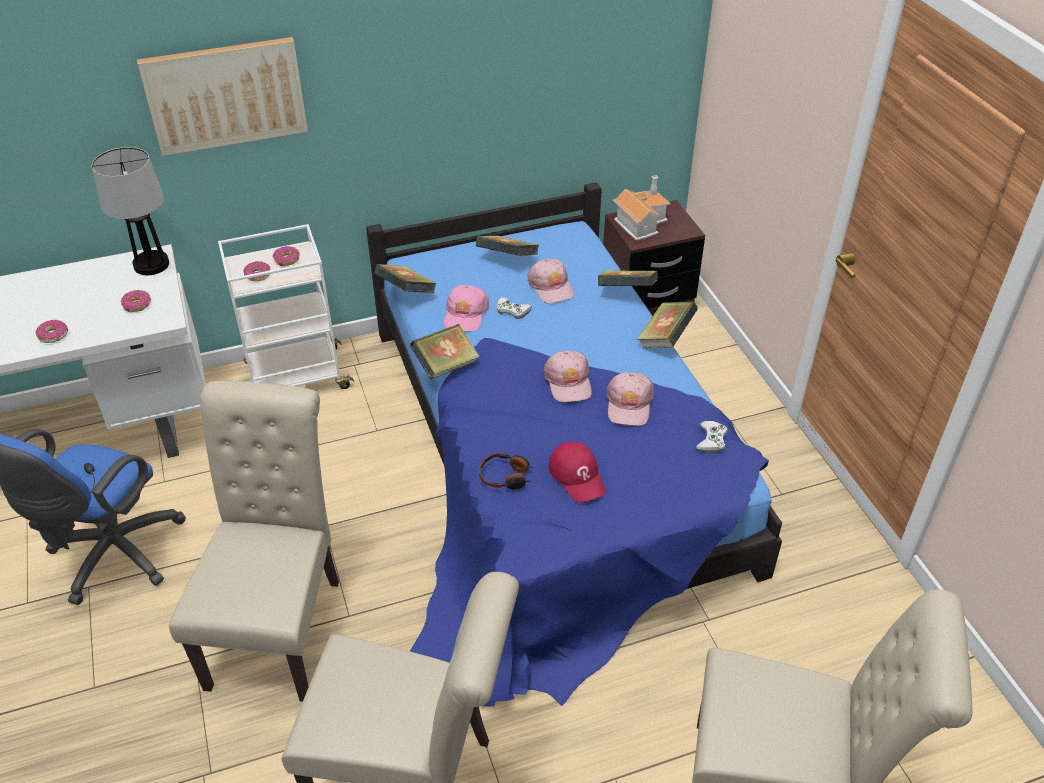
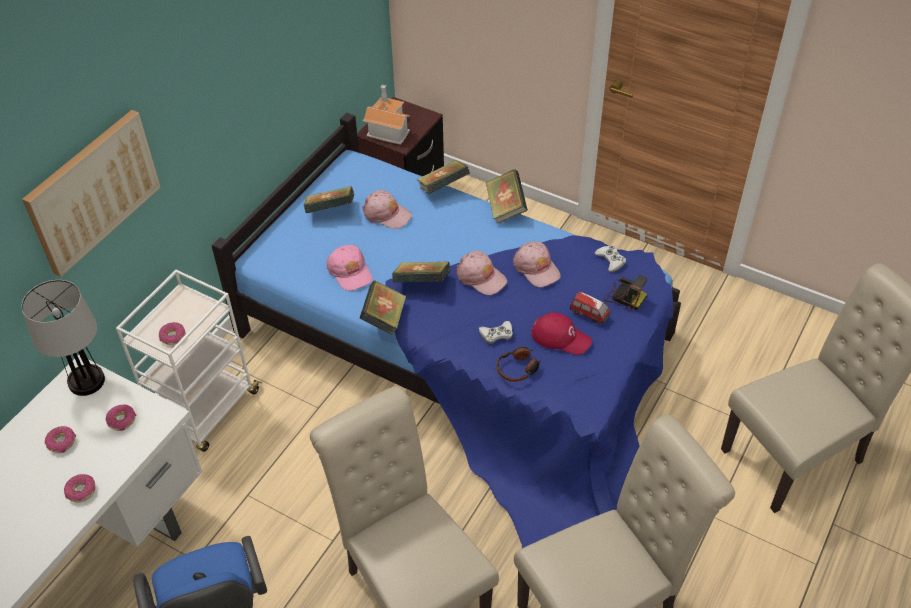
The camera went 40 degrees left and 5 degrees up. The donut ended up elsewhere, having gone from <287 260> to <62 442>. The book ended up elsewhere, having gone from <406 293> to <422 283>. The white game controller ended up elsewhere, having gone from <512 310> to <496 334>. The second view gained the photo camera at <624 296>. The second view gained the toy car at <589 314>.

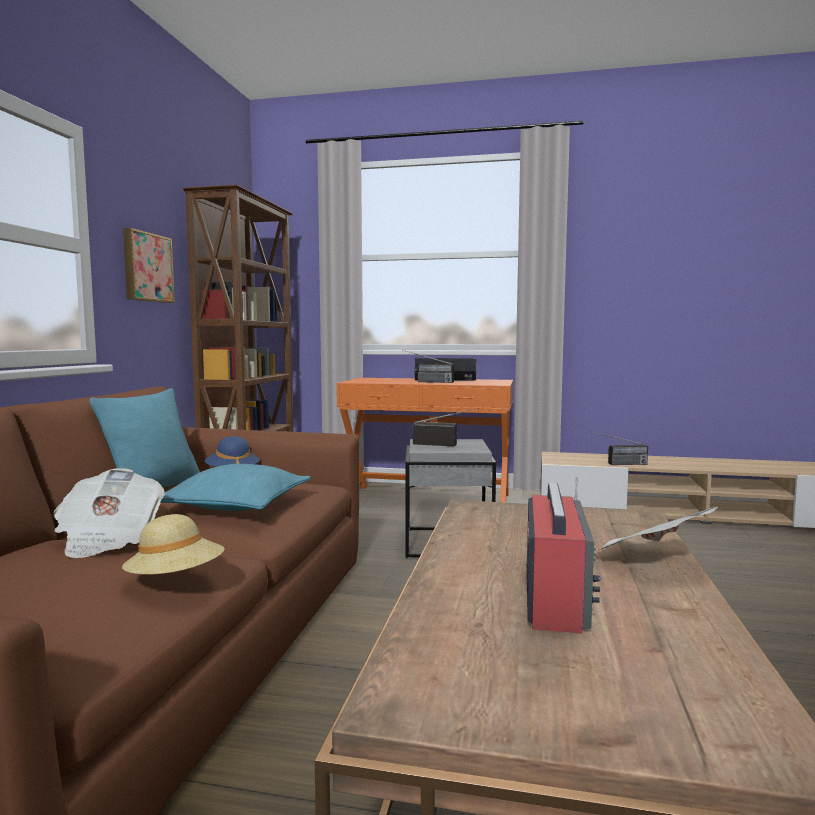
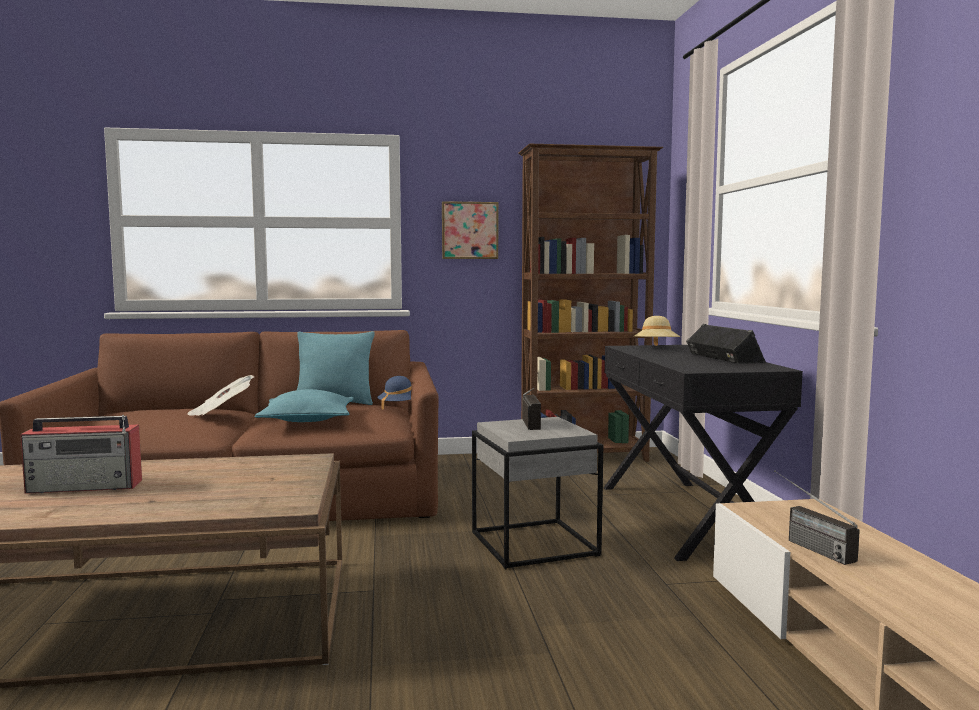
The camera went 70 degrees right and 0 degrees up. The second view lost the radio at <426 382>. What was the orange console table at <427 500> turned into the black console table at <686 516>. The second view lost the newspaper at <648 561>. The beige hat ended up elsewhere, having gone from <176 580> to <656 348>.

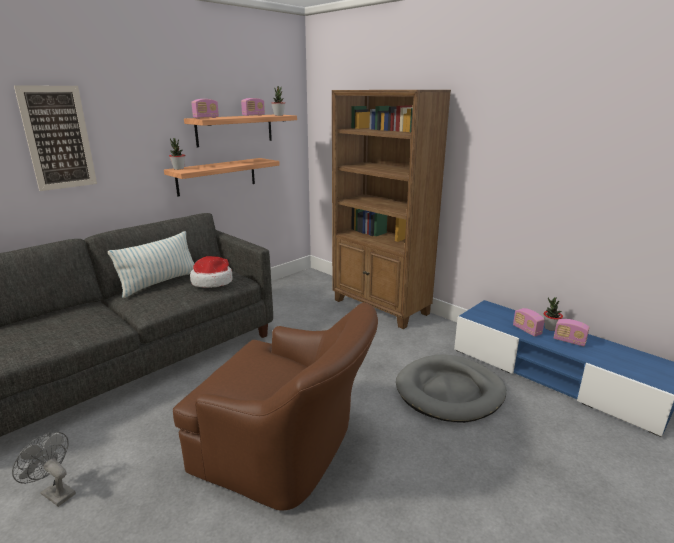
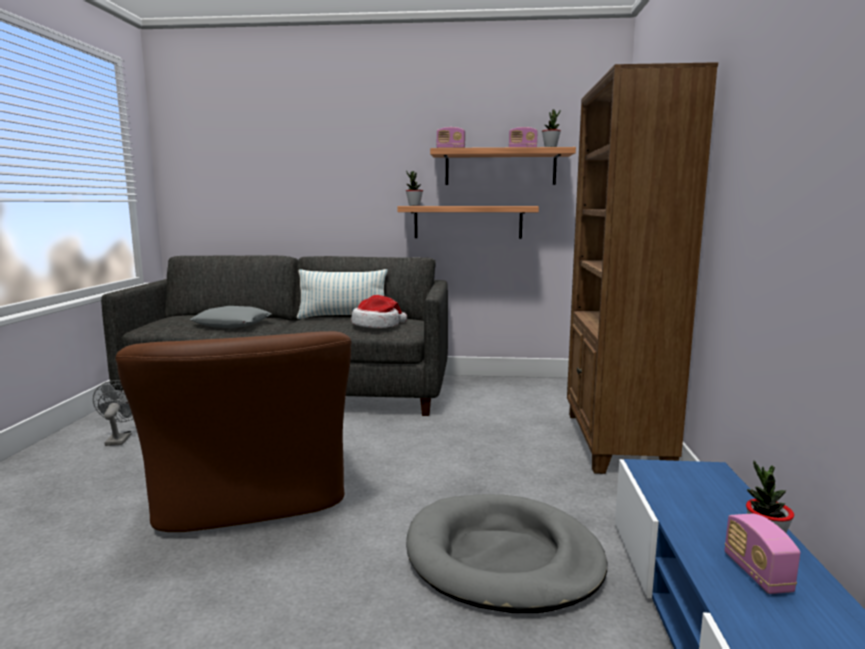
The camera went 50 degrees right and 10 degrees down. The second view lost the picture at <58 138>. The second view lost the radio at <526 330>. The second view gained the grey pillow at <232 324>.

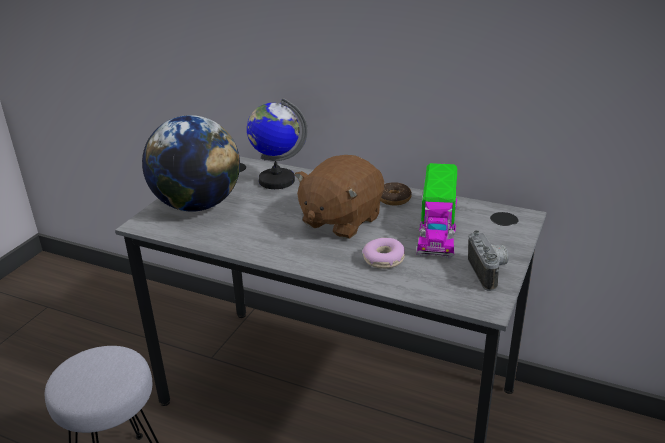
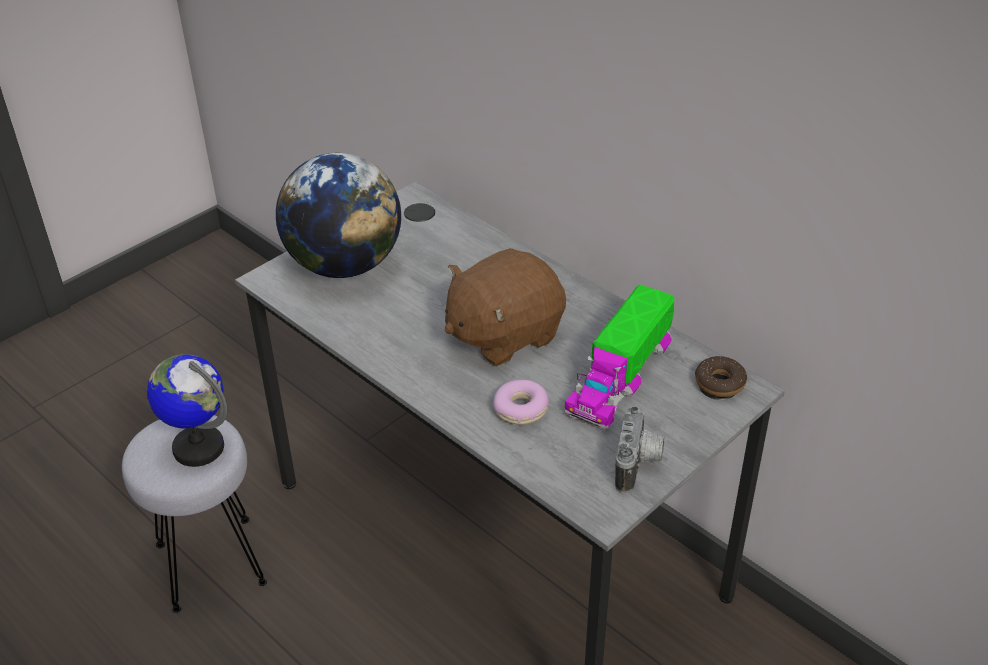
The camera went 20 degrees right and 10 degrees up. The globe ended up elsewhere, having gone from <276 180> to <198 447>. The donut ended up elsewhere, having gone from <394 199> to <719 383>.

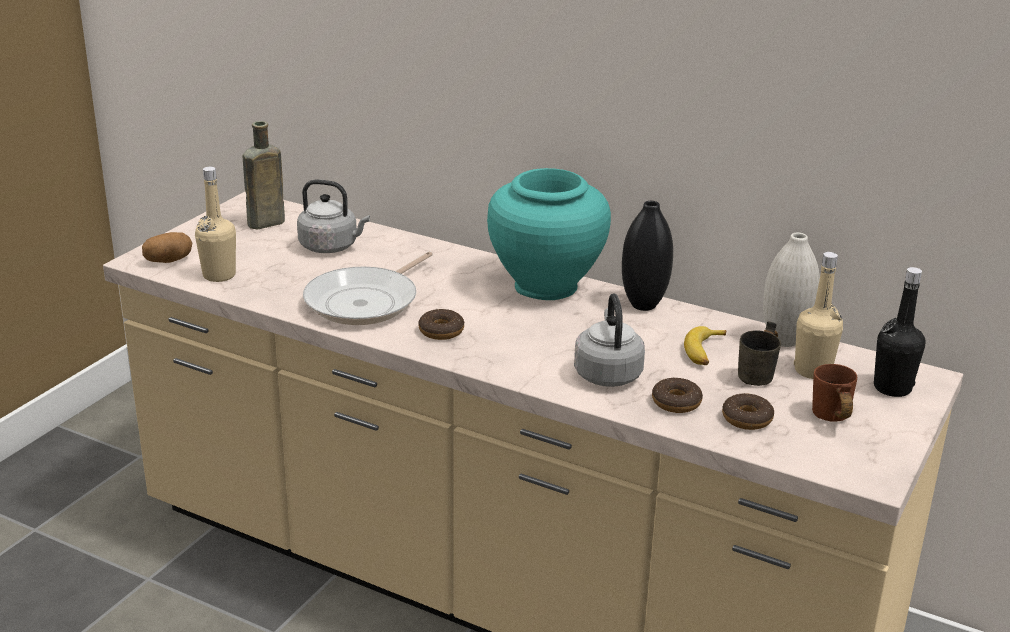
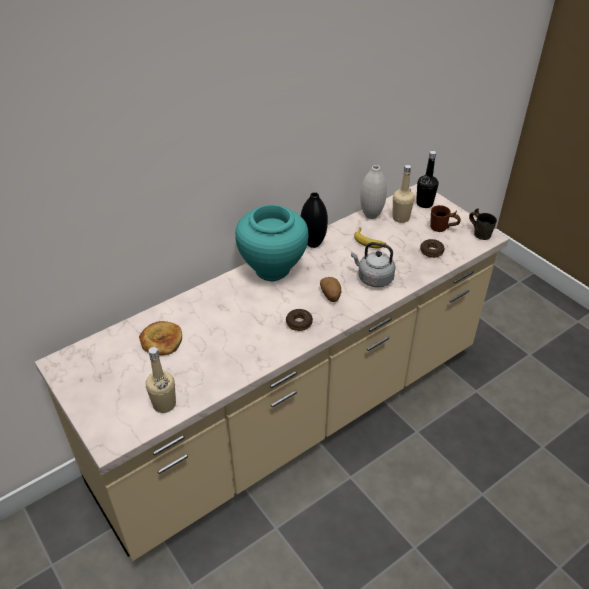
The camera went 65 degrees left and 15 degrees up. The second view lost the brown bottle at <263 223>. Where the grey kettle stood at <331 247>, the bread came to stand at <161 340>. The potato ended up elsewhere, having gone from <169 260> to <331 295>. The second view lost the frying pan at <366 302>. The grey mug ended up elsewhere, having gone from <762 376> to <480 233>. The second view lost the donut at <676 402>.

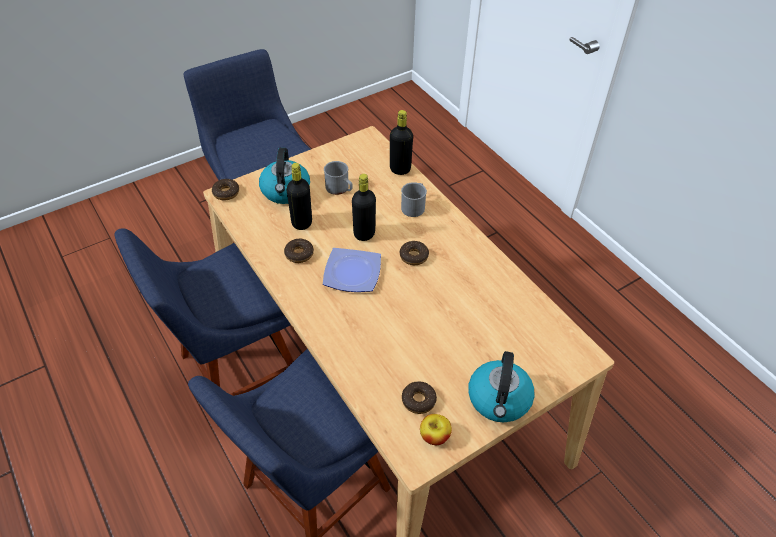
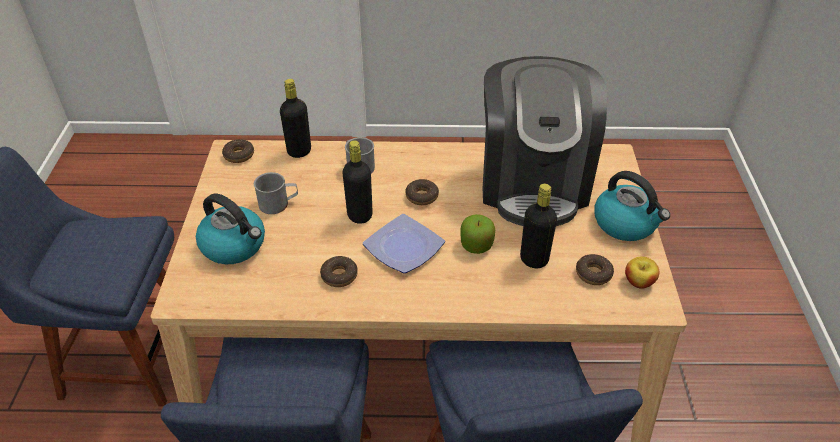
The camera went 55 degrees left and 5 degrees down. The black bottle ended up elsewhere, having gone from <302 223> to <534 259>. The donut ended up elsewhere, having gone from <226 193> to <239 155>. The second view gained the coffee machine at <533 183>. The second view gained the apple at <476 245>.

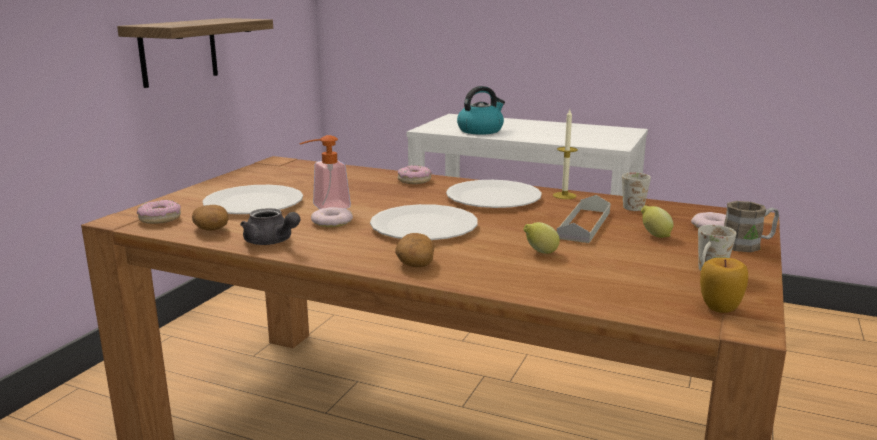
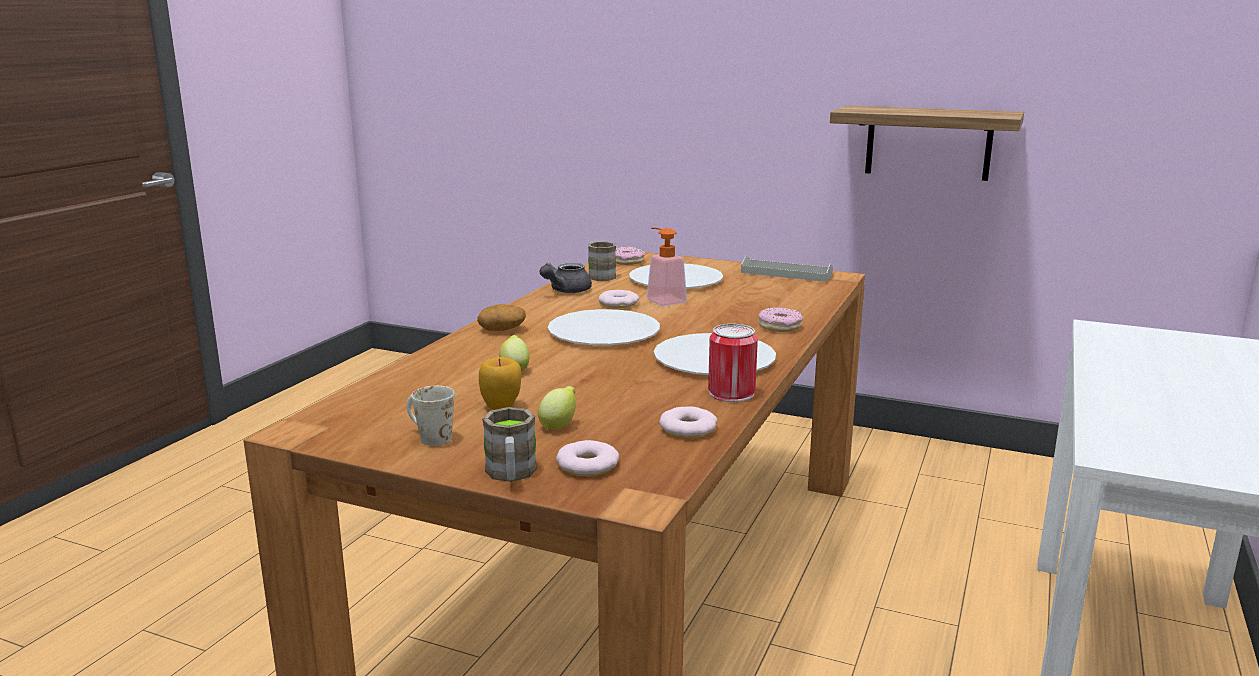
The camera went 90 degrees right and 0 degrees up. The second view lost the kettle at <480 130>. Where the candle stood at <564 195>, the can came to stand at <731 393>. Where the white mug stood at <633 206>, the donut came to stand at <688 428>. The grey tray ended up elsewhere, having gone from <584 225> to <786 274>. Where the potato stood at <212 229>, the brown mug came to stand at <599 275>. The apple ended up elsewhere, having gone from <720 308> to <501 406>.

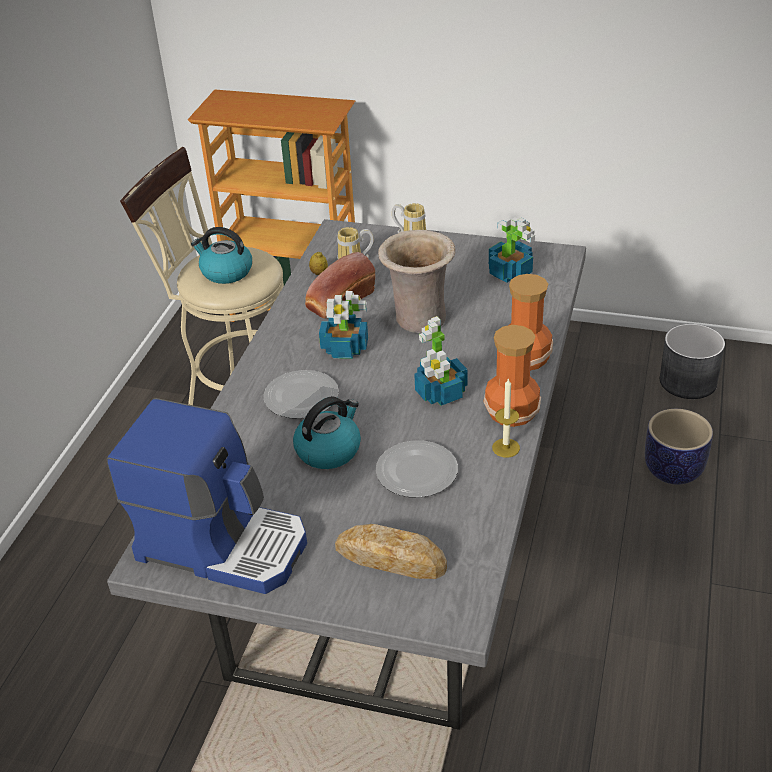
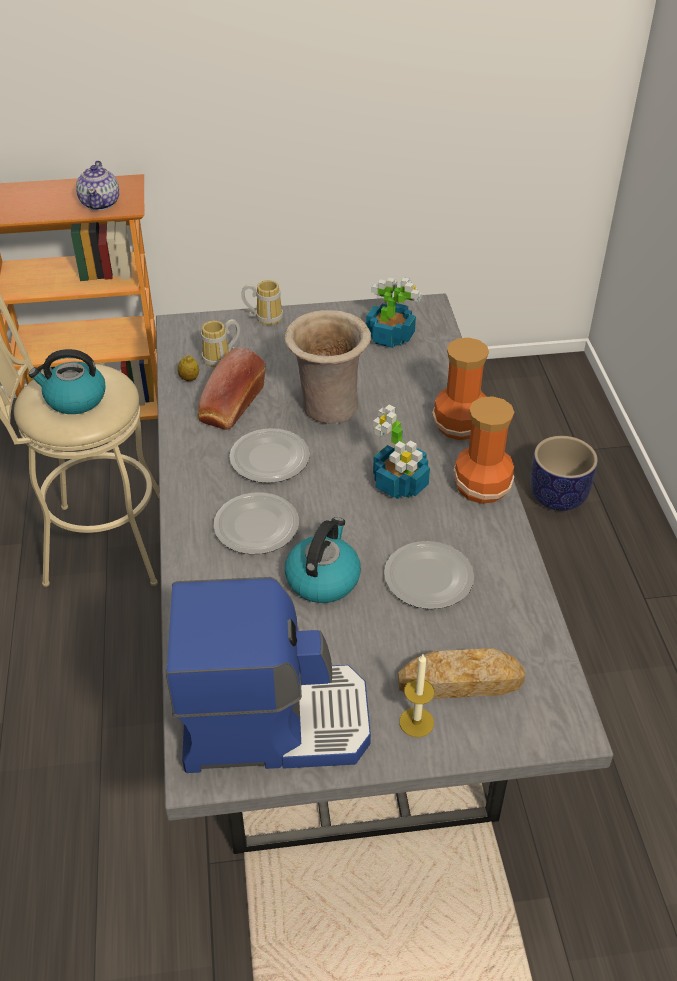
The camera went 25 degrees left and 5 degrees up. Where the potted plant stood at <345 348>, the plate came to stand at <270 458>. The second view lost the grey planter at <688 381>. The candle ended up elsewhere, having gone from <506 448> to <416 722>. The second view gained the teapot at <100 203>.

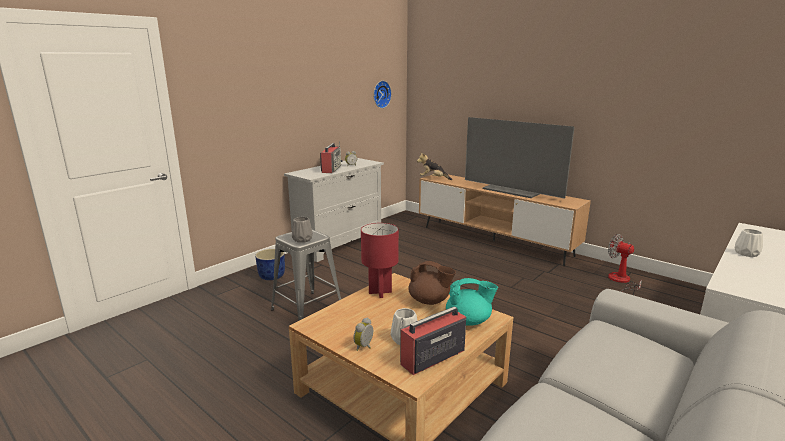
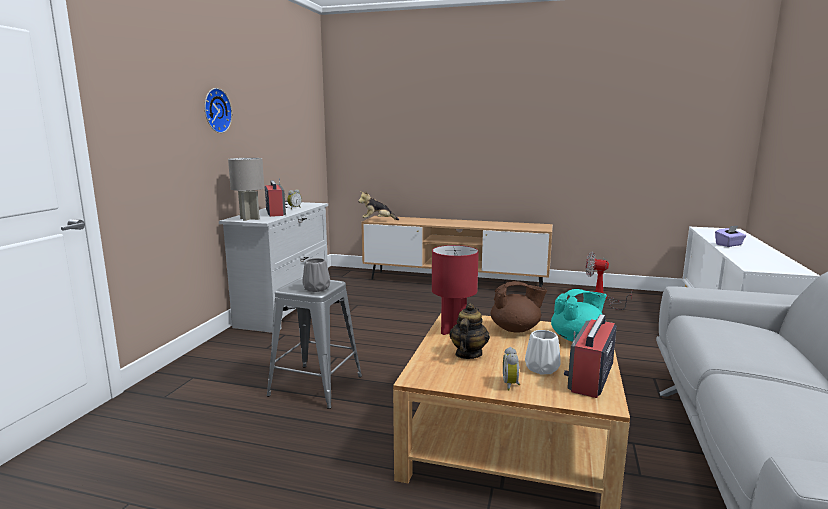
The camera went 25 degrees left and 5 degrees down. The wall clock ended up elsewhere, having gone from <380 94> to <215 110>. The second view lost the television at <512 191>. Where the white vase stood at <746 253>, the purple tissue box came to stand at <729 245>. The second view lost the blue planter at <272 276>. The second view gained the grey table lamp at <249 219>. The second view gained the teapot at <468 354>.

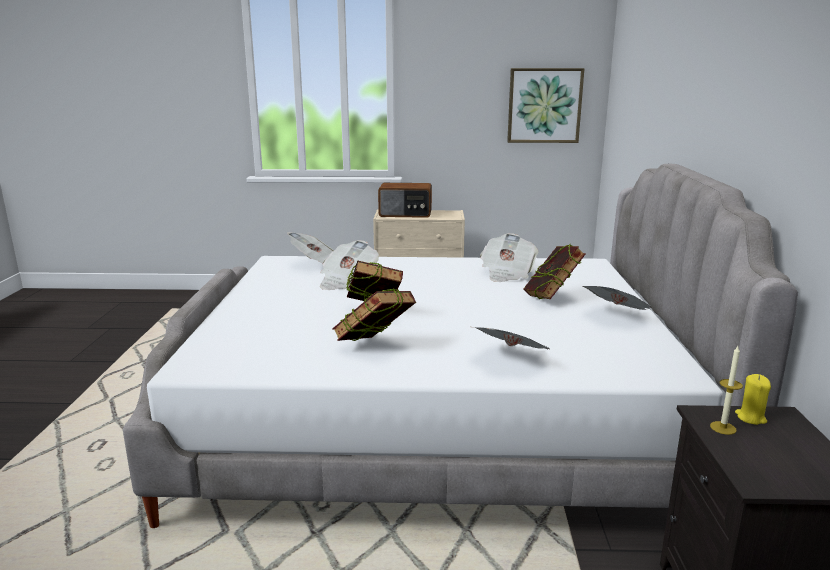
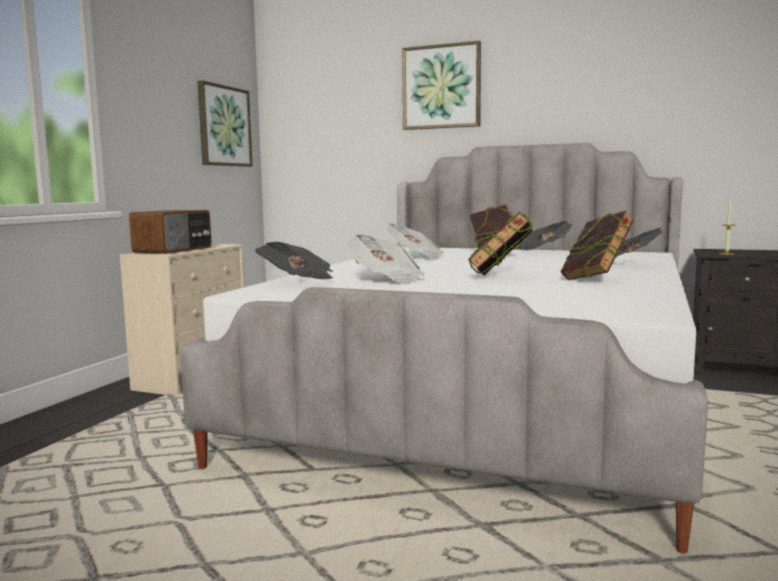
The camera went 70 degrees left and 10 degrees down. The second view lost the yellow candle at <750 417>. The second view gained the picture at <441 87>.

